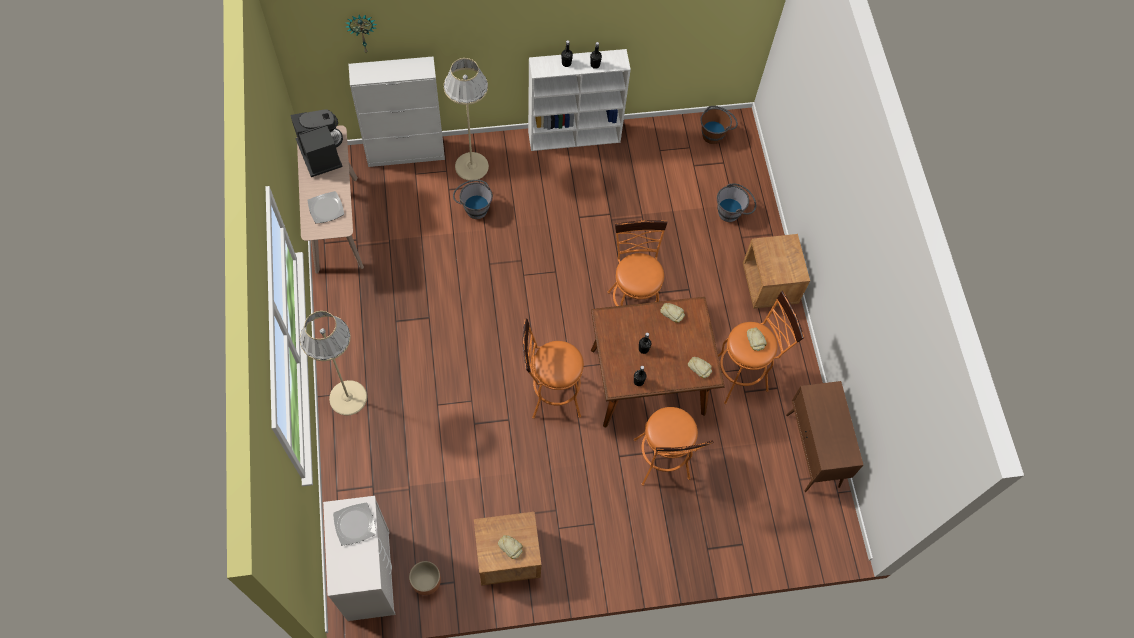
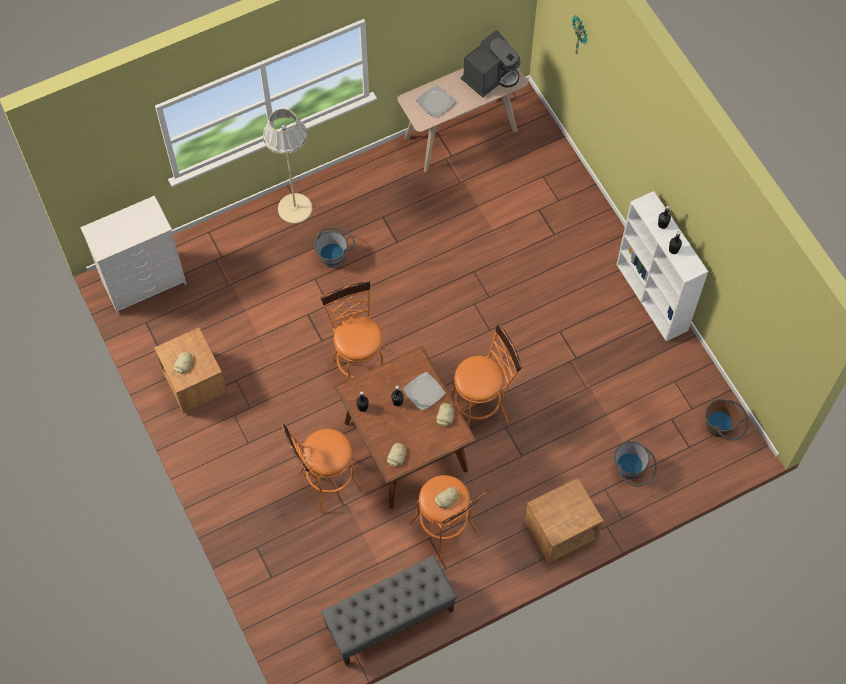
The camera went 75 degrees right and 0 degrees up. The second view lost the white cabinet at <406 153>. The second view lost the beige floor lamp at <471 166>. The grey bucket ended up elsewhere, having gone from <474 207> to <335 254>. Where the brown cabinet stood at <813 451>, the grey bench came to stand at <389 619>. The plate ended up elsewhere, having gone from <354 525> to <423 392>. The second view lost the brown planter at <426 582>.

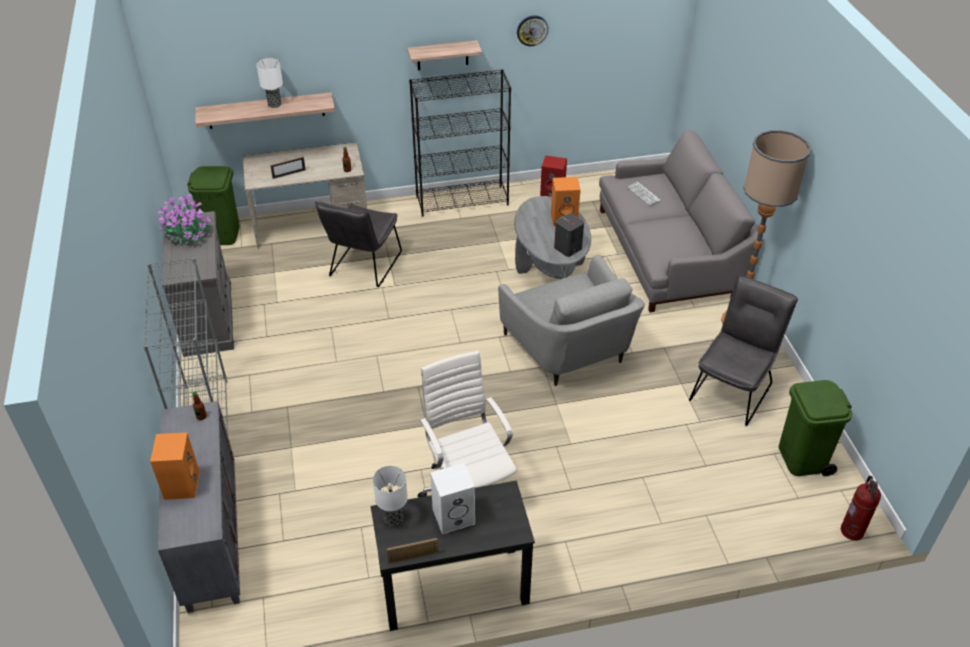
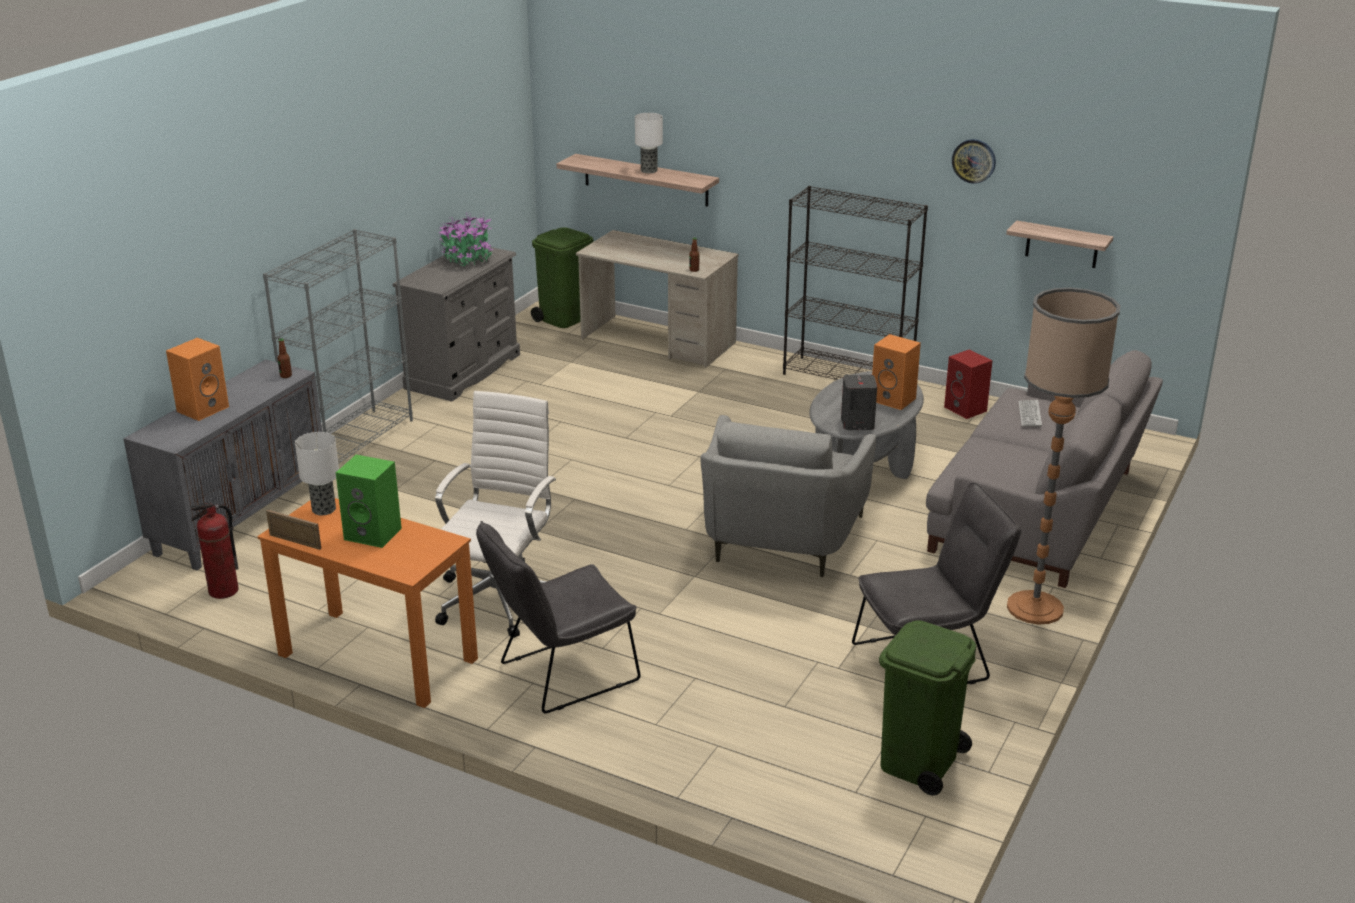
The camera went 40 degrees right and 15 degrees down. The shelf ended up elsewhere, having gone from <442 55> to <1062 244>. The second view lost the picture frame at <289 174>. The grey chair ended up elsewhere, having gone from <363 267> to <560 675>. What was the white speaker at <454 516> turned into the green speaker at <374 533>. The fire extinguisher ended up elsewhere, having gone from <852 531> to <223 591>. What was the black desk at <453 587> turned into the orange desk at <377 656>.

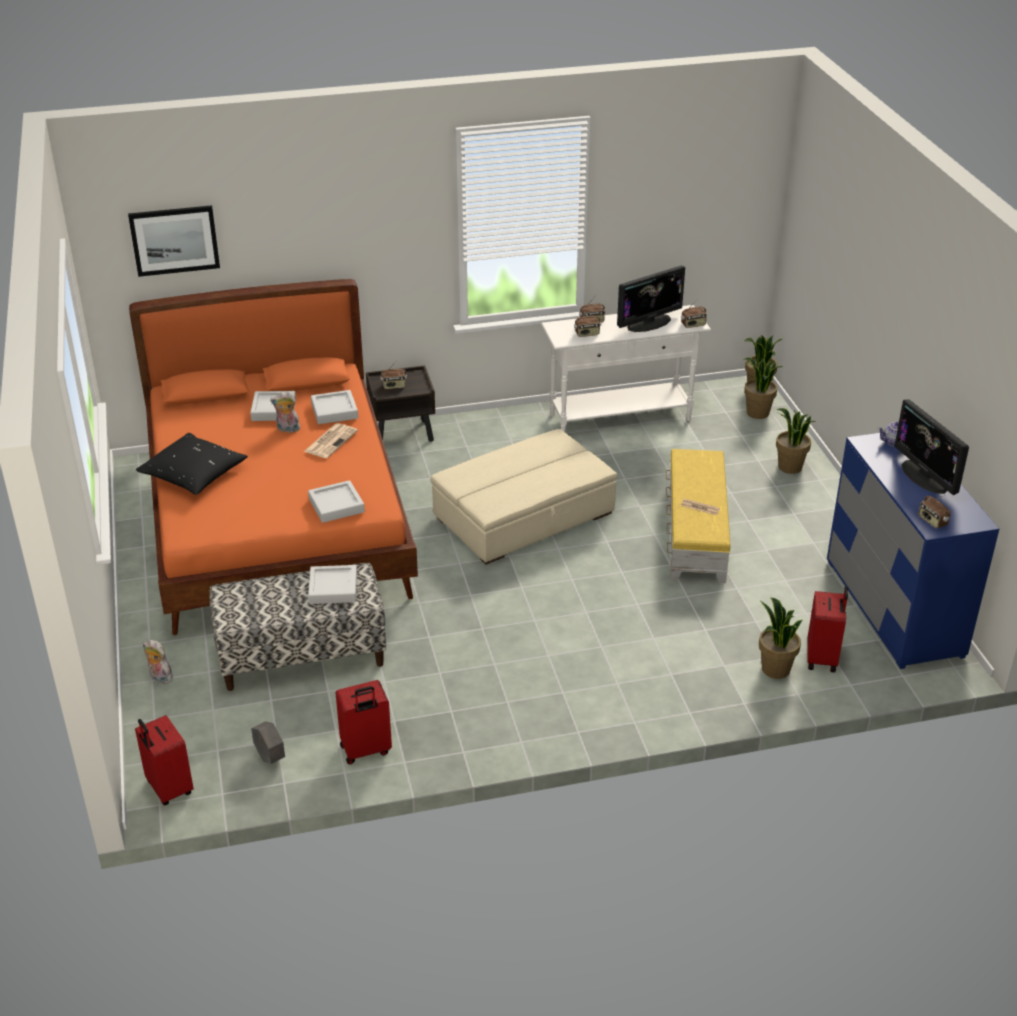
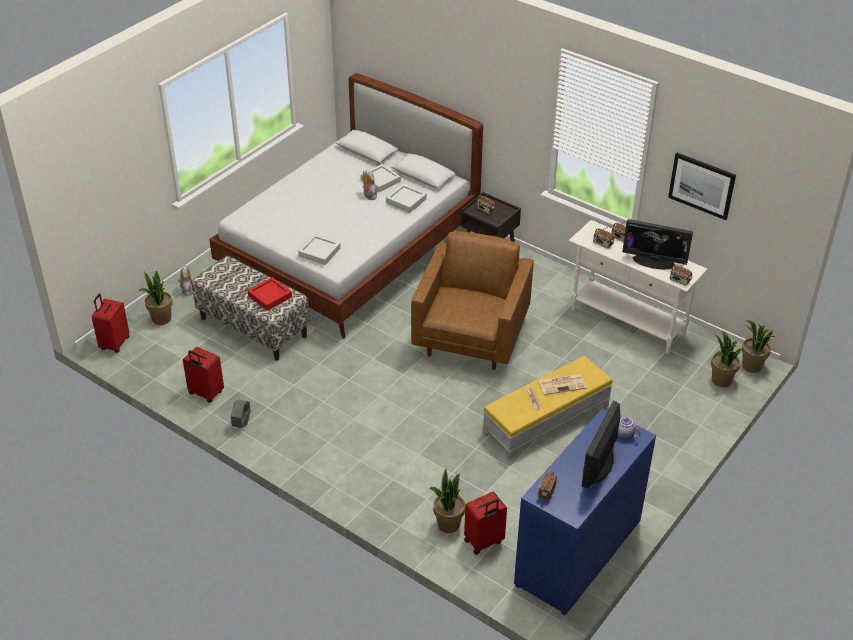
The camera went 50 degrees right and 5 degrees up. The picture ended up elsewhere, having gone from <174 240> to <702 185>. What was the orange bed at <278 523> turned into the white bed at <351 253>. The potted plant ended up elsewhere, having gone from <789 467> to <161 319>. The newspaper ended up elsewhere, having gone from <331 441> to <562 384>. Where the beige ottoman stood at <524 516>, the brown armchair came to stand at <471 338>. The second view lost the black pillow at <194 474>. What was the grey tray at <333 588> turned into the red tray at <270 296>. The grey planter ended up elsewhere, having gone from <270 758> to <242 424>.

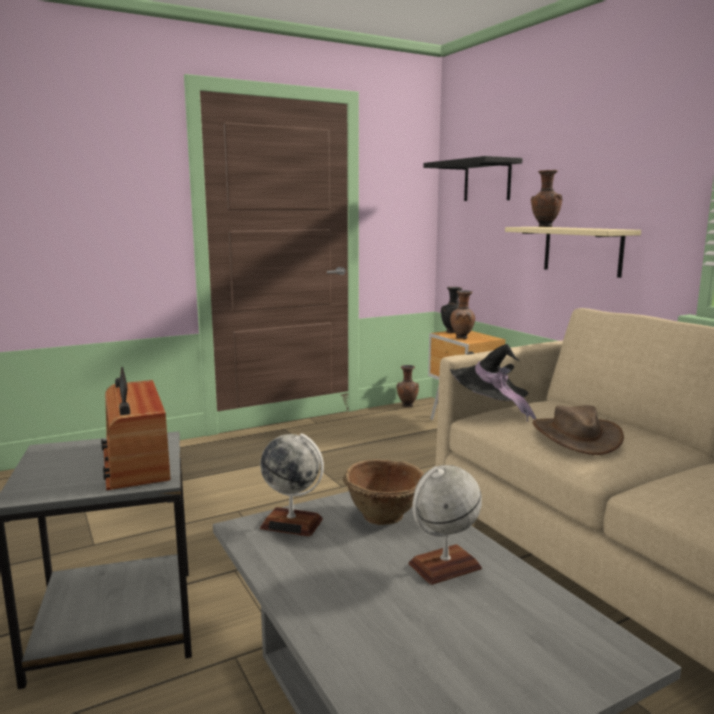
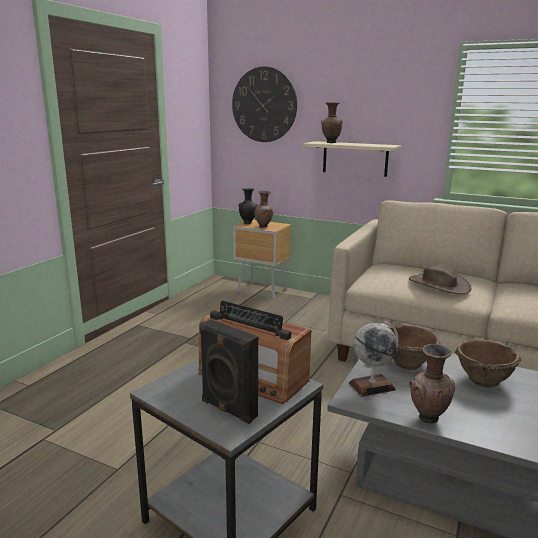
The camera went 35 degrees left and 5 degrees up. Where the black shelf hung at <487 181>, the wall clock came to hang at <264 105>. The second view lost the black hat at <489 407>. The brown vase ended up elsewhere, having gone from <407 406> to <428 419>. Where the globe stood at <444 566>, the brown bowl came to stand at <483 380>. The second view gained the black speaker at <227 410>.

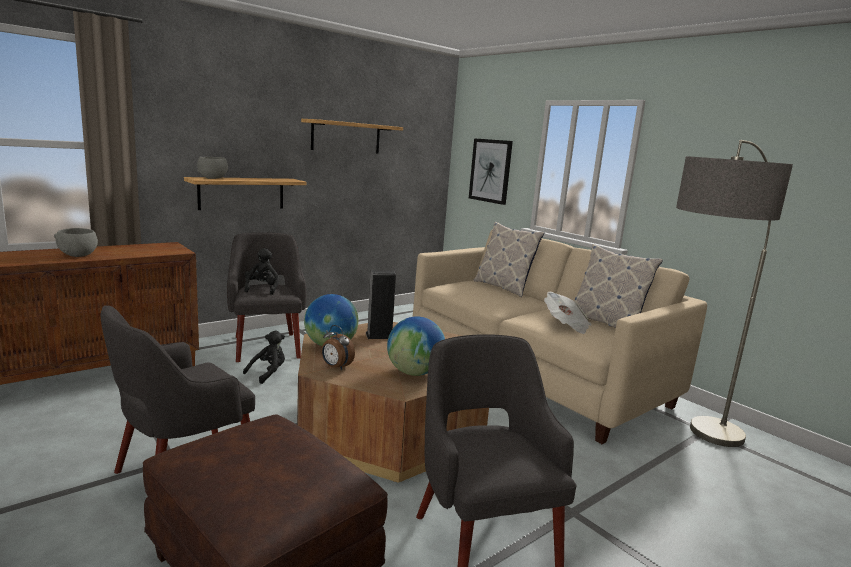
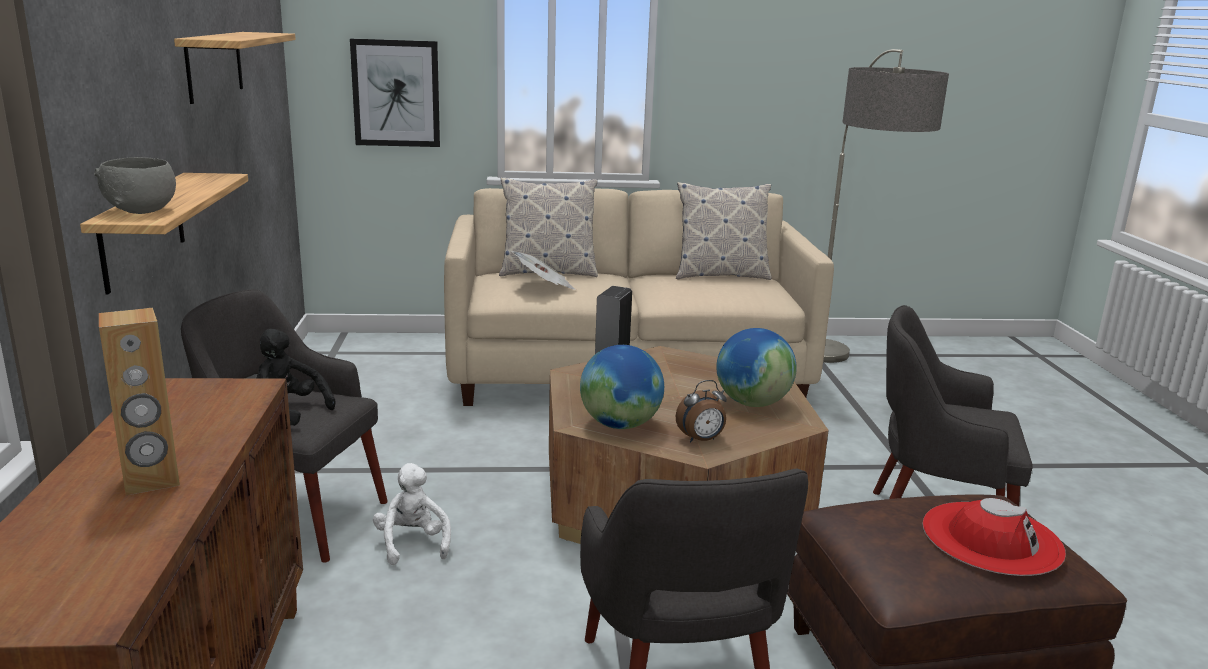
The camera went 55 degrees left and 5 degrees up. Where the grey bowl stood at <79 255>, the brown speaker came to stand at <152 480>. The newspaper ended up elsewhere, having gone from <566 325> to <544 287>. What was the black plush toy at <268 373> turned into the white plush toy at <412 543>. The second view gained the red hat at <991 538>.

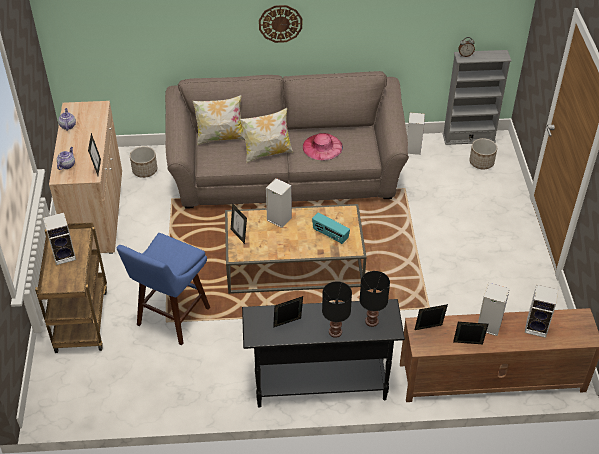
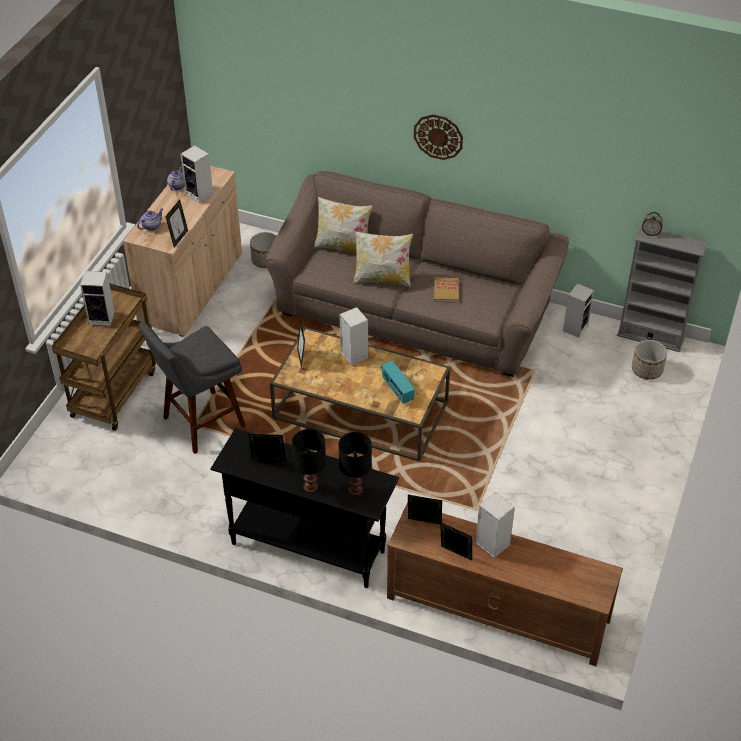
The camera went 25 degrees right and 0 degrees up. Where the pink hat stood at <322 147>, the book came to stand at <446 291>. What was the blue stool at <171 319> turned into the grey stool at <200 424>. The speaker ended up elsewhere, having gone from <537 327> to <200 194>.

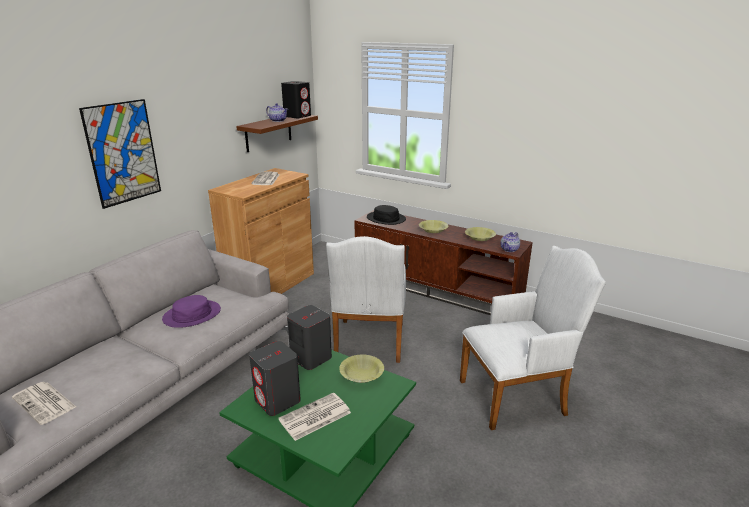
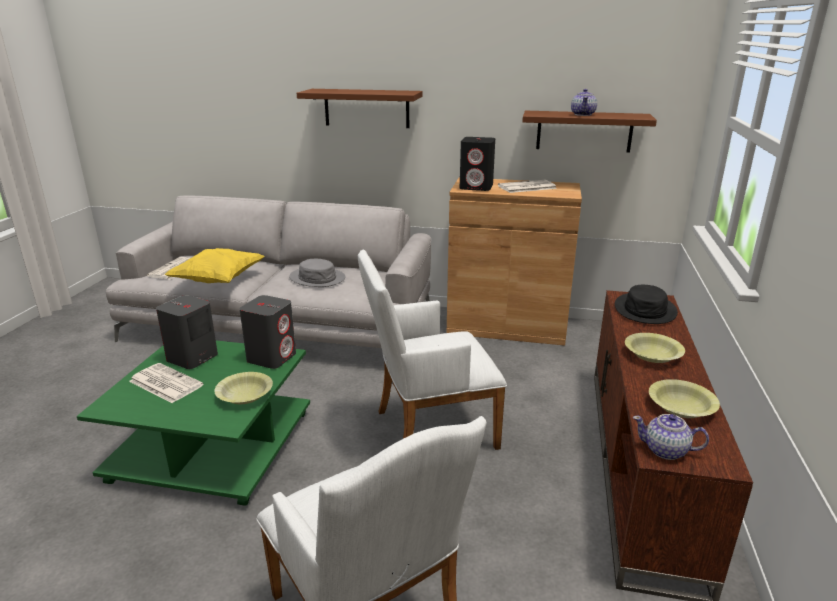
The camera went 70 degrees right and 0 degrees up. The black speaker ended up elsewhere, having gone from <297 116> to <476 187>. Where the picture hung at <123 153>, the brown shelf came to hang at <366 108>. What was the purple hat at <192 315> turned into the grey hat at <317 278>. The second view gained the yellow pillow at <218 280>.

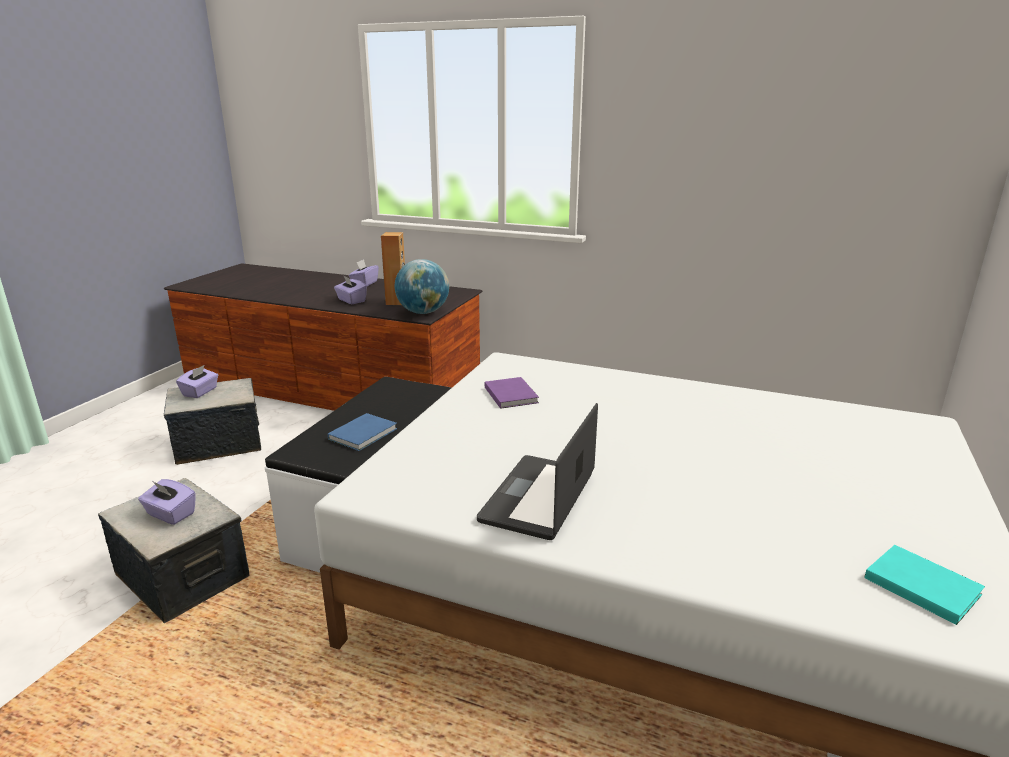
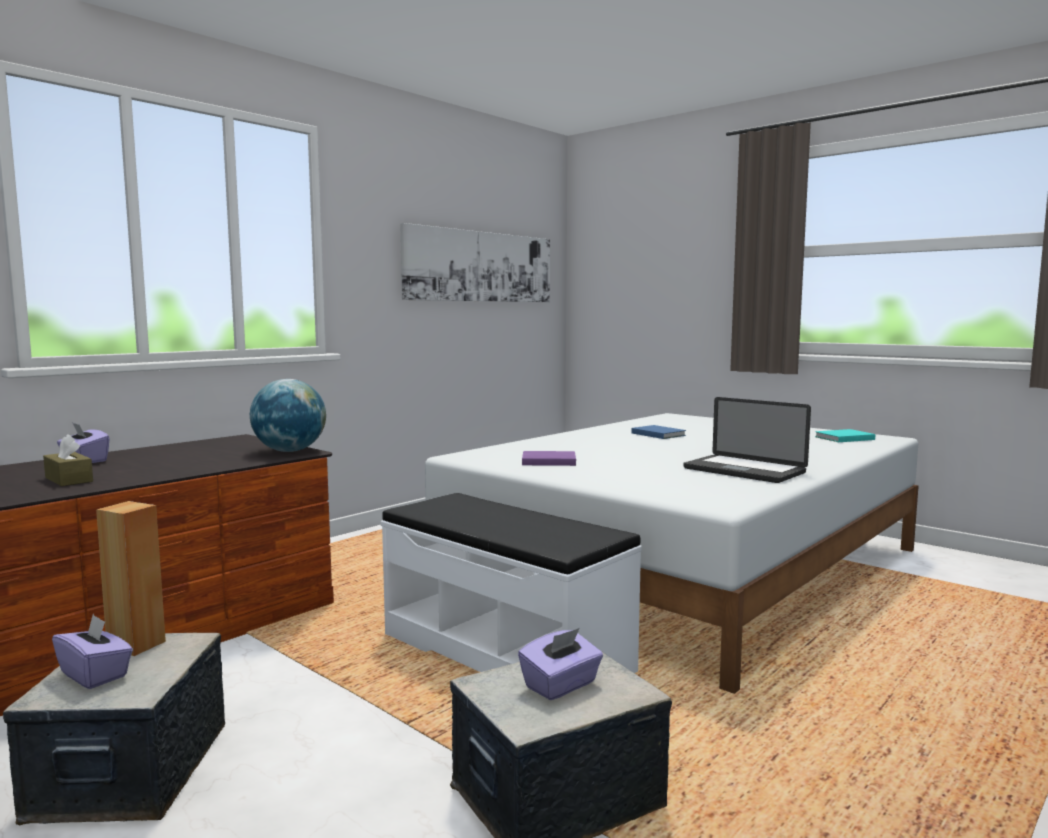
The camera went 70 degrees left and 15 degrees down. The brown speaker ended up elsewhere, having gone from <396 302> to <137 644>. The second view lost the purple tissue box at <351 300>. The blue book ended up elsewhere, having gone from <365 434> to <657 434>. The second view gained the picture at <480 266>. The second view gained the brown tissue box at <69 479>.

